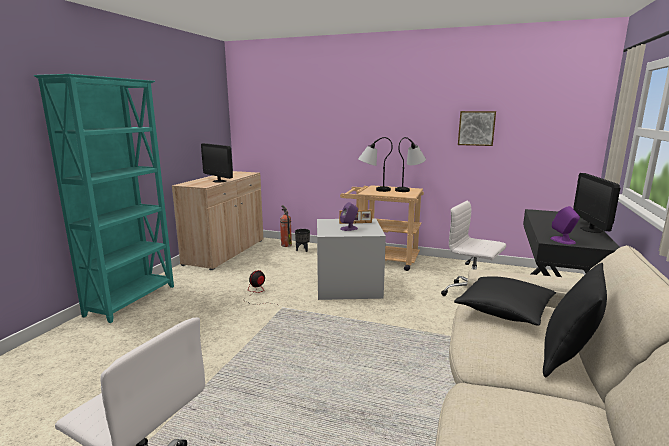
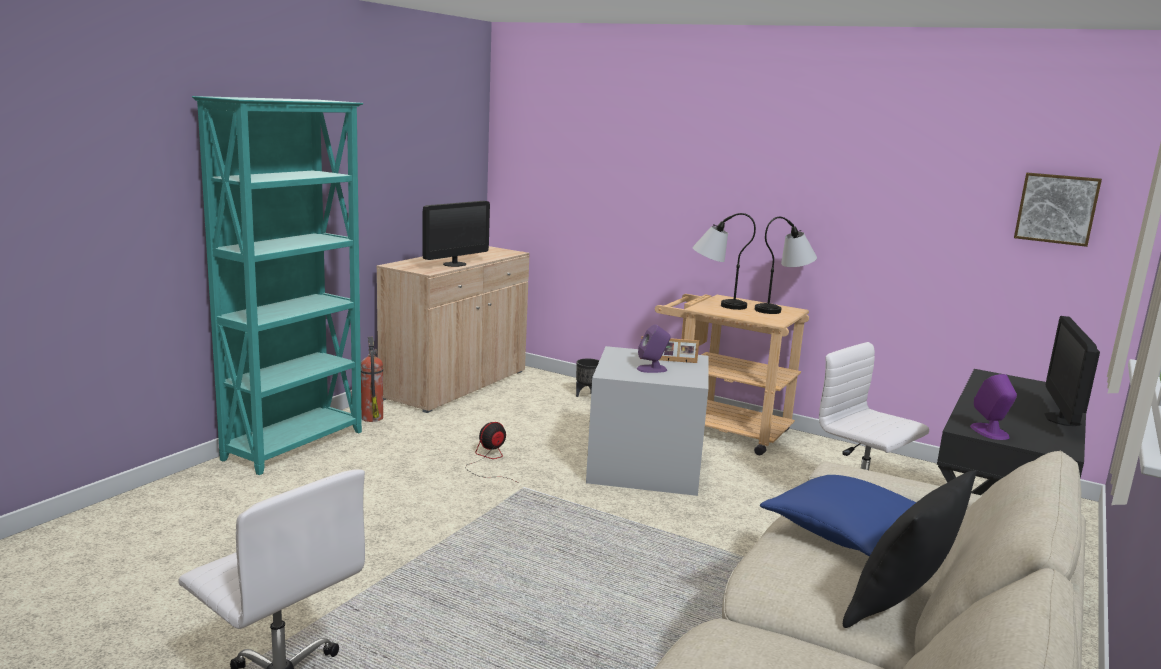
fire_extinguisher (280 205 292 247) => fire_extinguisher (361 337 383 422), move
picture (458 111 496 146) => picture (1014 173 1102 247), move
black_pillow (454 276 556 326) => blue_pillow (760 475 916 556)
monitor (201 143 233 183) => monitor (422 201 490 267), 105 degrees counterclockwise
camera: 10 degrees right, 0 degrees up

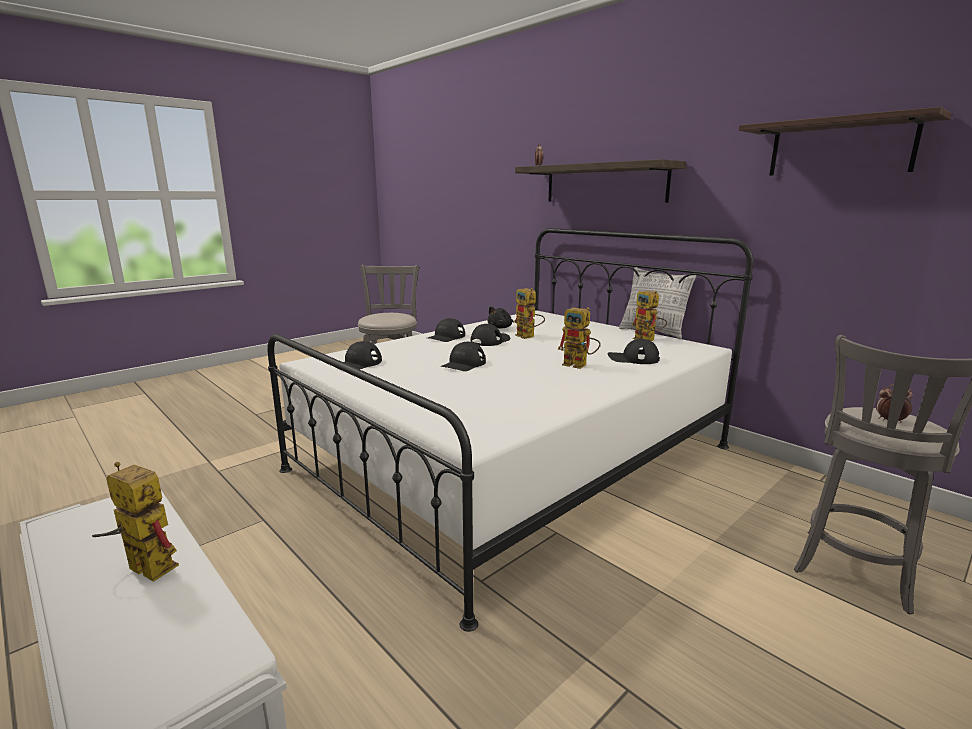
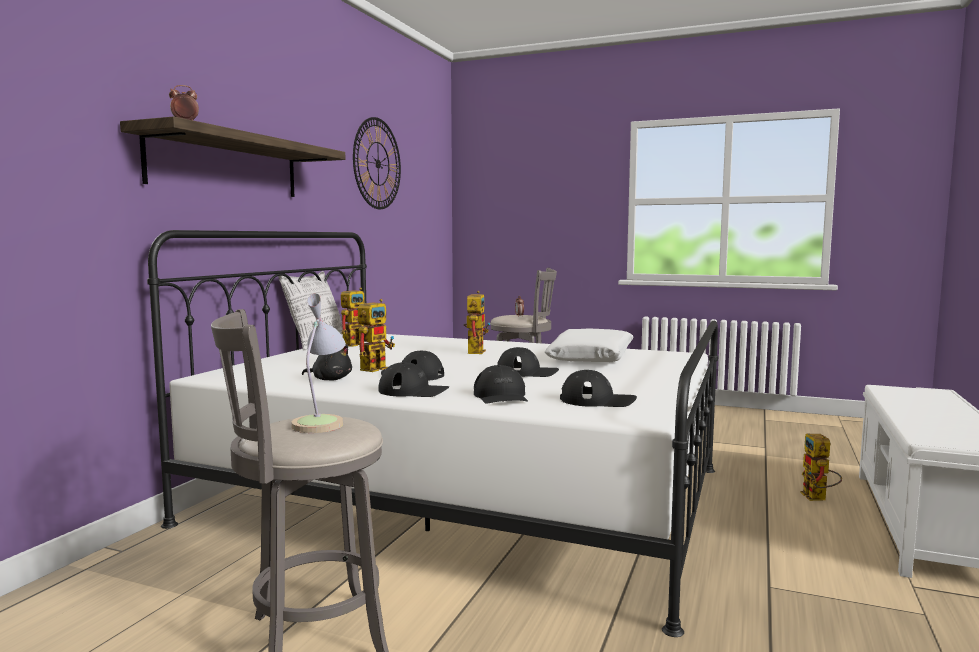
nothing => table_lamp (291 293 346 433)
nothing => white_pillow (545 329 634 362)
toy_robot (92 462 179 582) => toy_robot (800 434 842 501), move
black_cap (608 339 660 364) => black_cap (474 365 528 404), move
shelf (739 107 951 176) => wall_clock (353 117 401 209)
camera: 115 degrees left, 10 degrees down

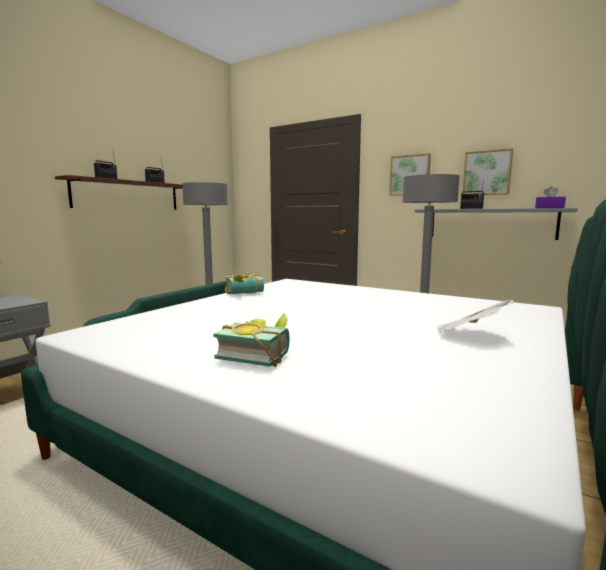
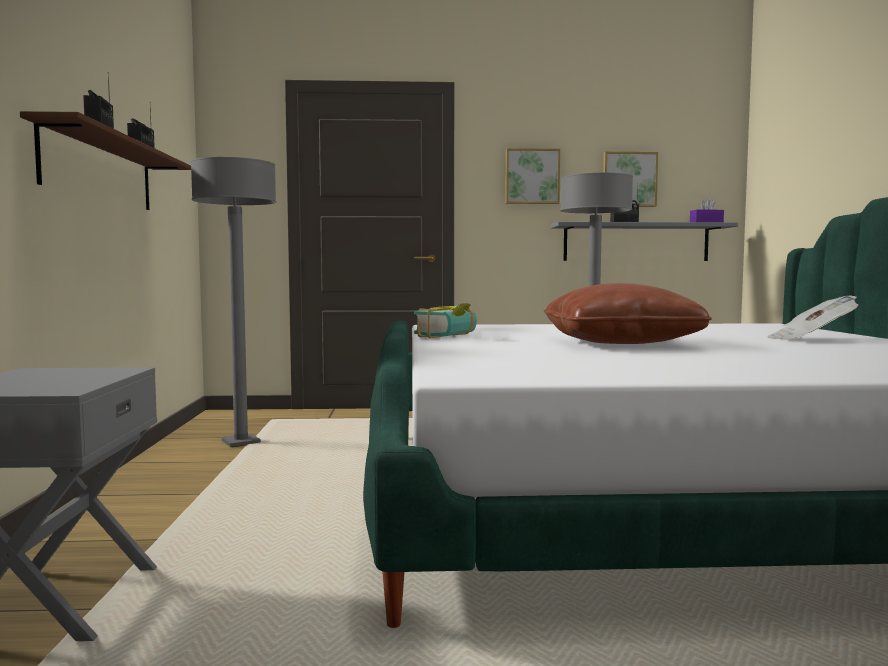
book (213 313 290 367) => nothing
nothing => brown_pillow (544 283 712 344)
camera: 35 degrees left, 5 degrees down

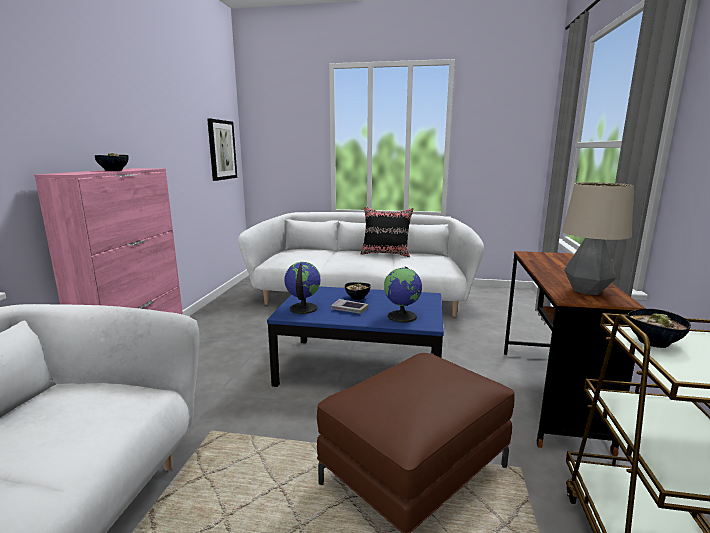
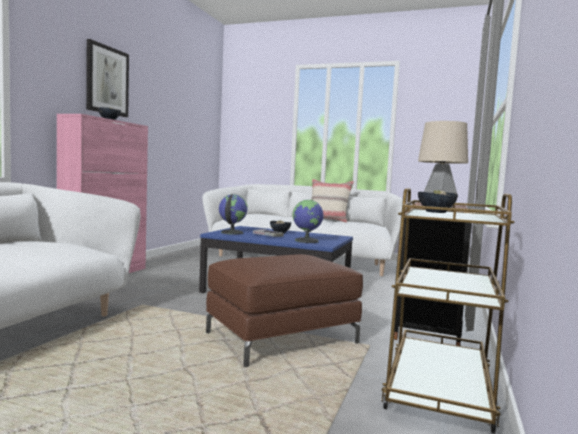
picture (207 119 237 181) => picture (86 39 129 117), move
black_pillow (361 207 413 257) => beige_pillow (311 179 354 223)
camera: 10 degrees right, 10 degrees down

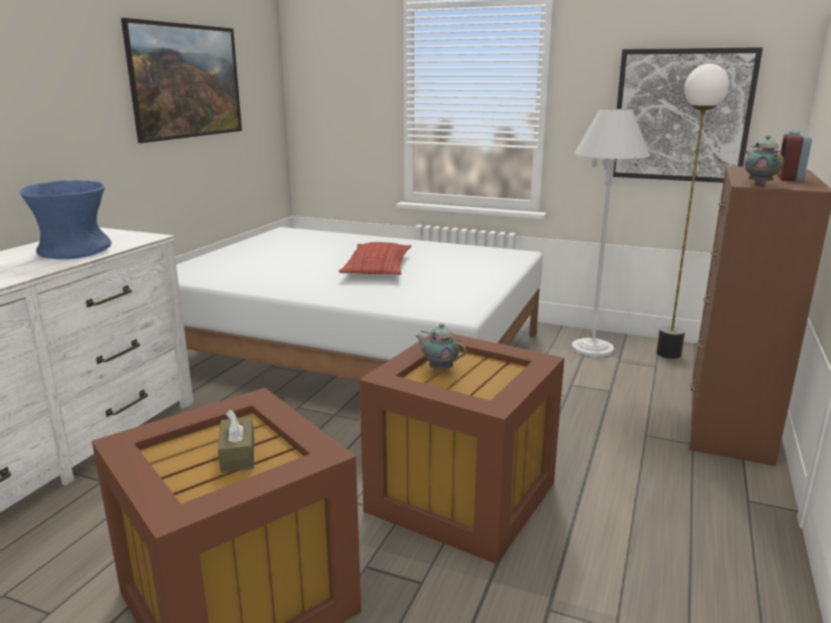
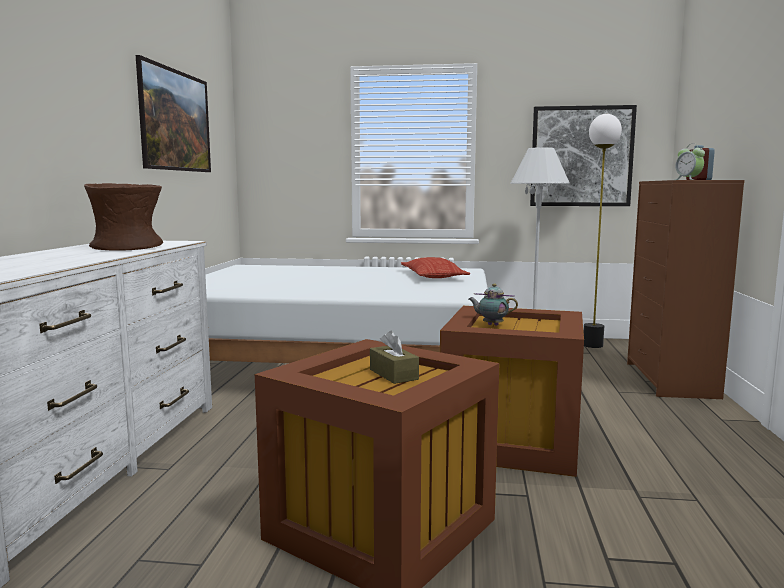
pillow (339 242 411 275) => pillow (401 257 470 278), move
teapot (745 135 783 185) => alarm_clock (675 144 705 180)
blue_vase (20 180 112 259) => brown_vase (84 183 163 251)
camera: 15 degrees left, 10 degrees down

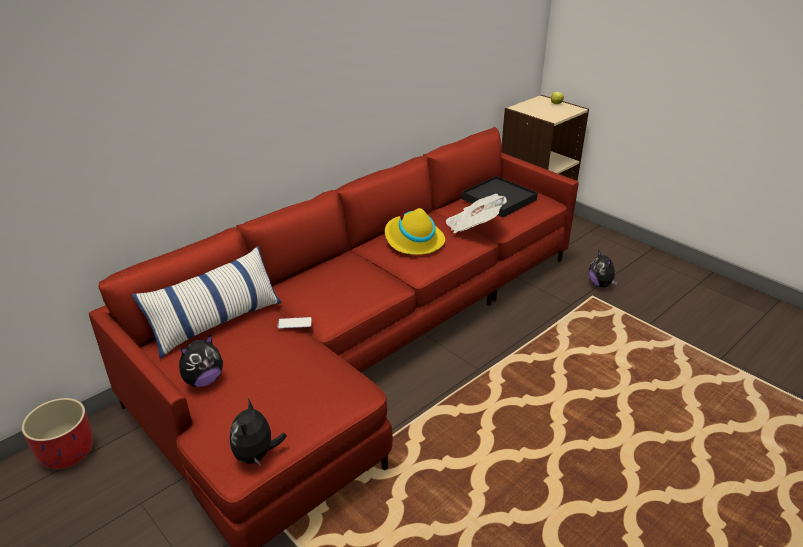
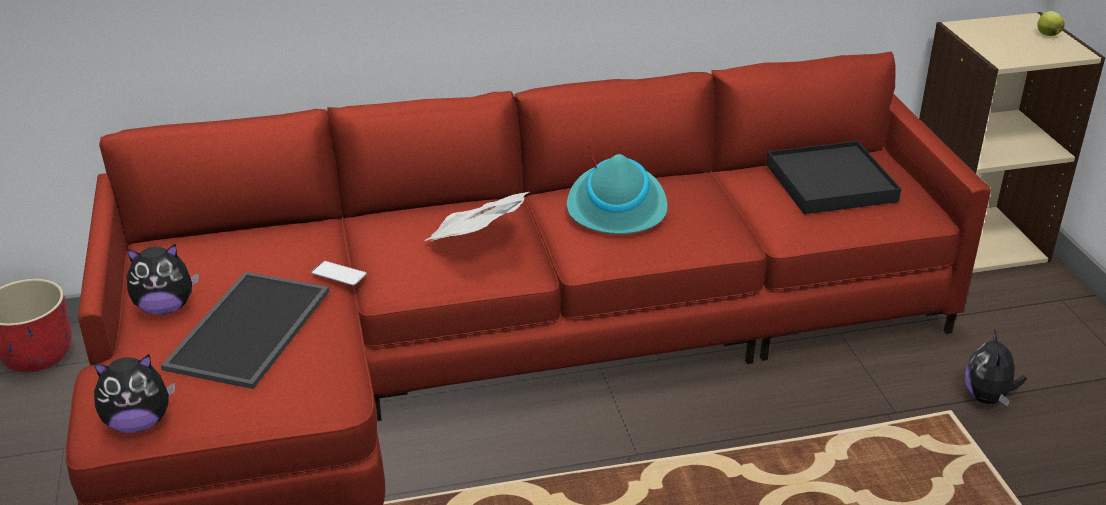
pillow (132 246 282 359) => nothing
nothing => tray (161 272 330 389)
newspaper (446 194 507 233) => newspaper (425 192 529 241), move
yellow_hat (385 208 445 255) => turquoise_hat (567 144 668 234)
plush_toy (230 399 287 466) => plush_toy (93 354 175 433), 135 degrees counterclockwise
camera: 30 degrees right, 0 degrees up

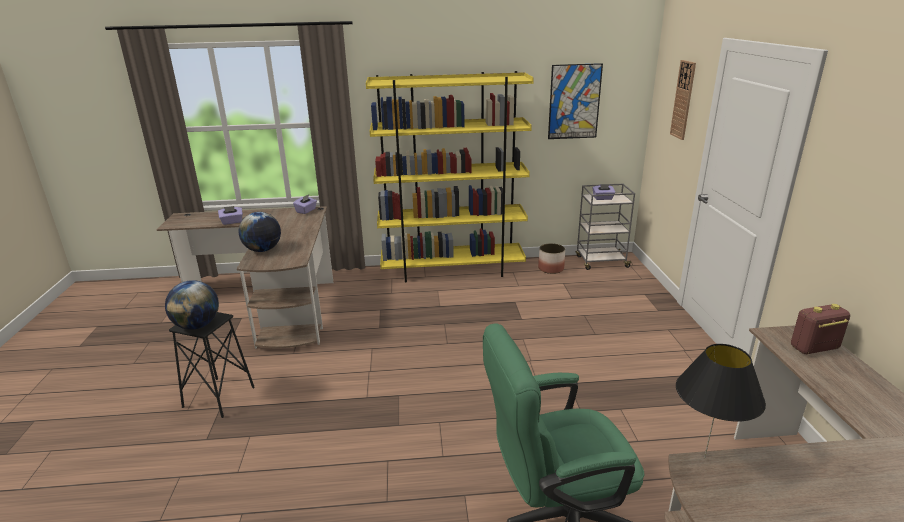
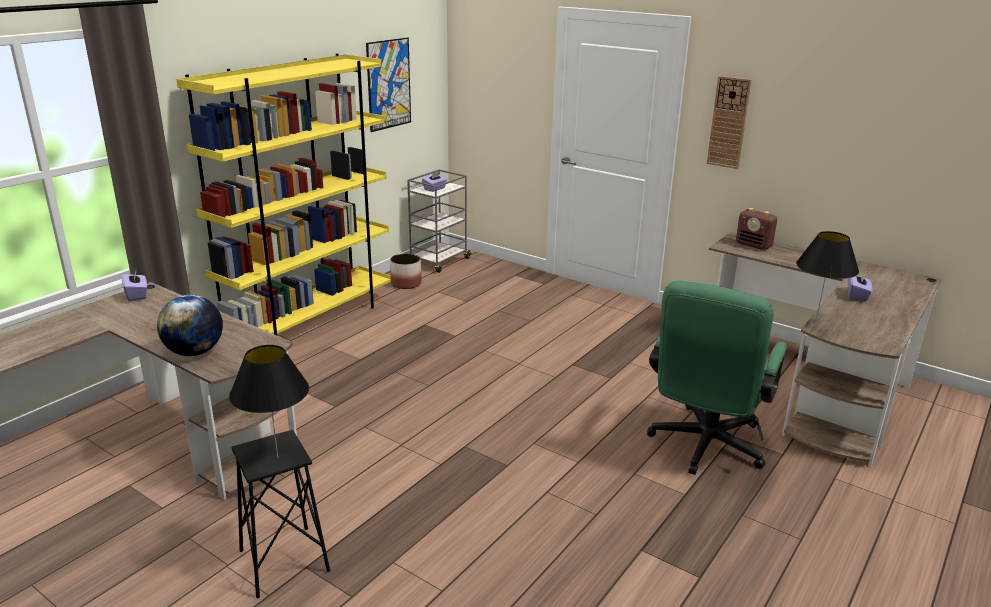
purple_tissue_box (218 206 243 225) => purple_tissue_box (848 272 872 302), move
wall_clock (670 60 696 140) => wall_clock (707 76 752 169), move
globe (165 280 219 330) => black_table_lamp (229 345 309 458)
radio (791 304 850 354) => radio (736 208 777 250), 75 degrees counterclockwise
camera: 50 degrees left, 0 degrees up

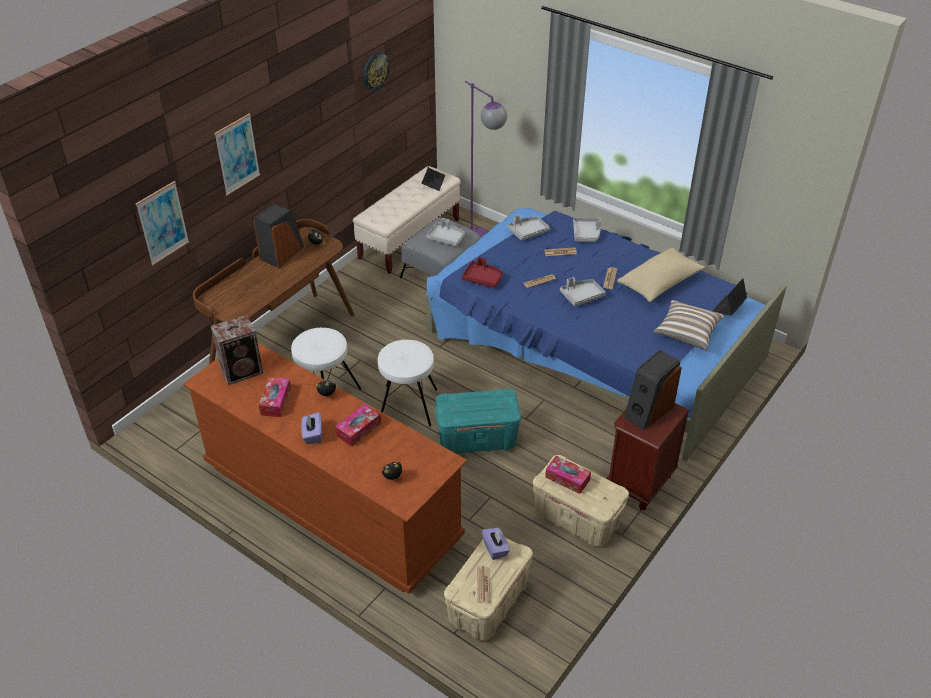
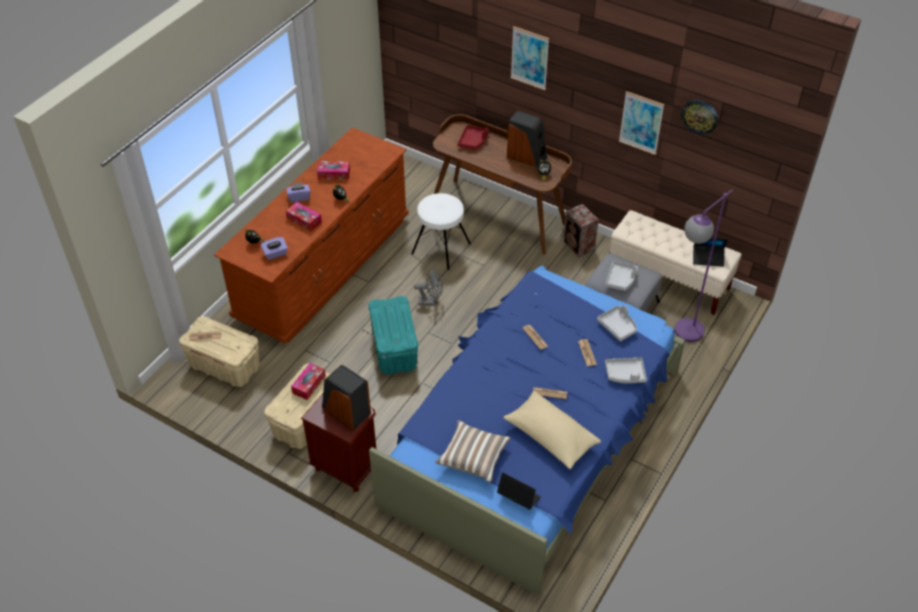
grey_tray (560 277 606 306) => nothing
picture (136 181 189 265) => picture (619 91 664 155), move
speaker (211 315 263 385) => speaker (563 204 599 257), move
red_tray (462 257 503 288) => red_tray (457 125 489 150), move
purple_tissue_box (482 528 510 560) => purple_tissue_box (260 237 288 260), move
white_stool (378 339 437 427) => grey_fan (414 269 443 305)
camera: 85 degrees right, 5 degrees up

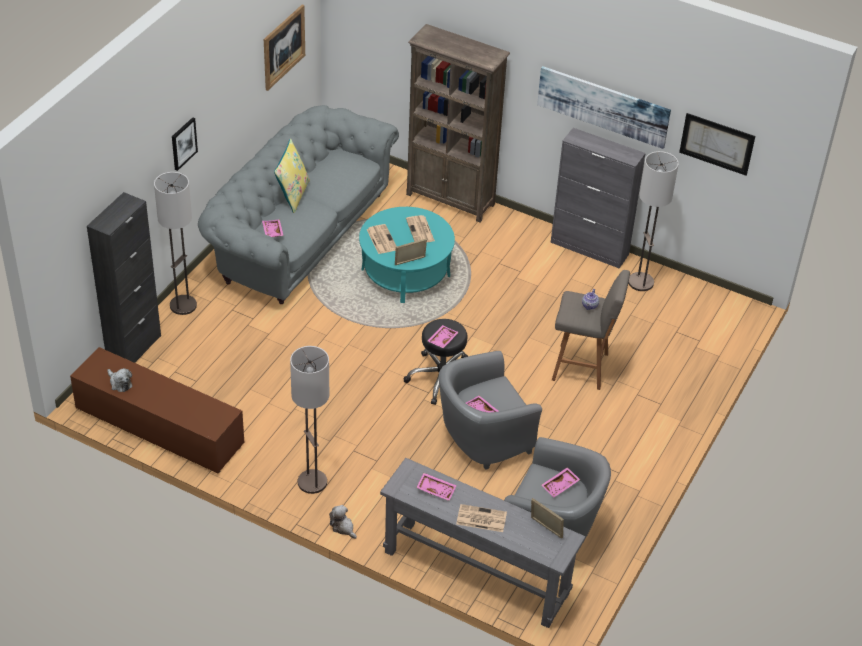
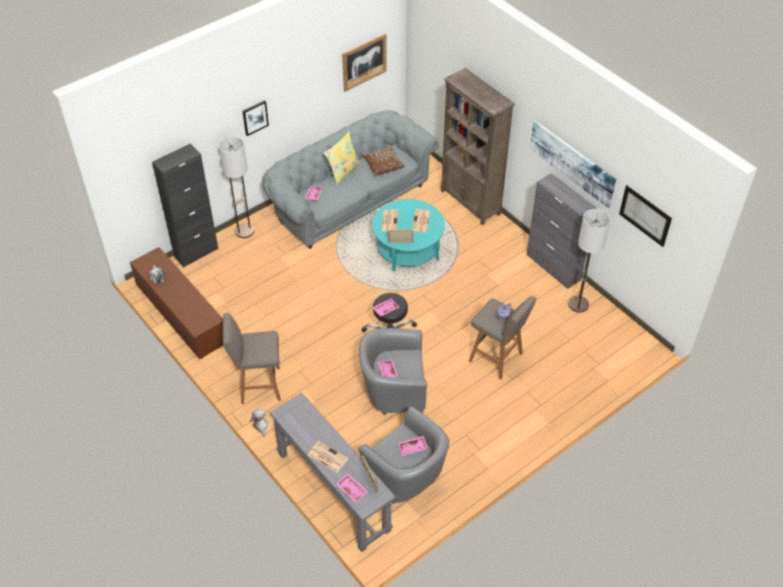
nothing => brown_pillow (362 146 405 176)
pink_tray (416 473 456 501) => pink_tray (336 473 368 503), move
floor_lamp (290 346 329 494) => grey_stool (223 313 281 404)
camera: 25 degrees right, 5 degrees up

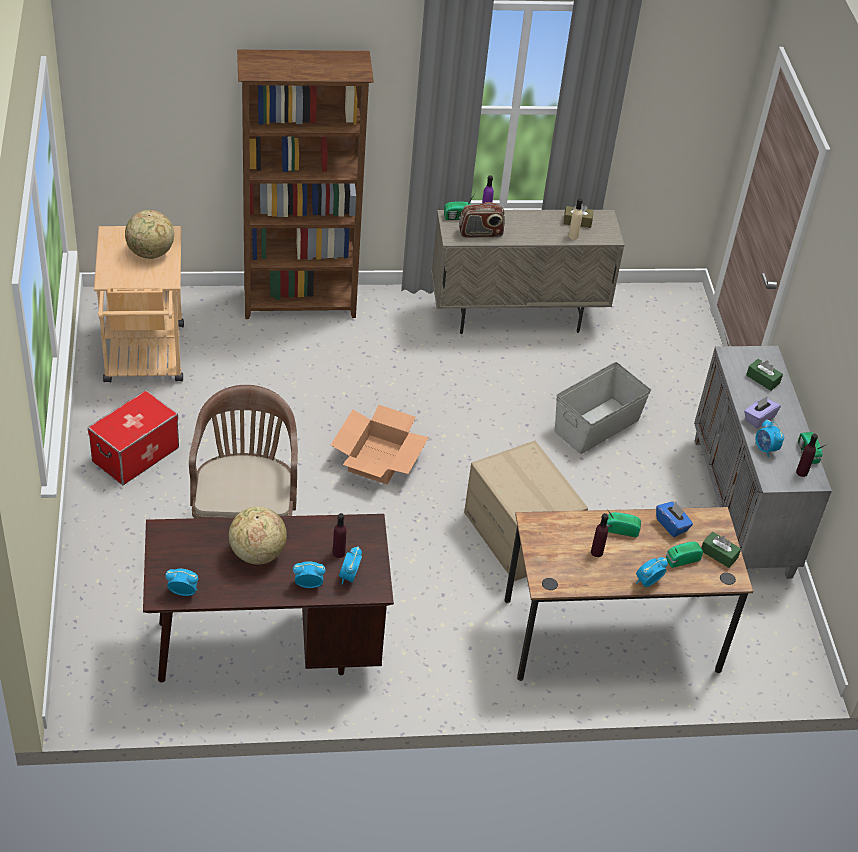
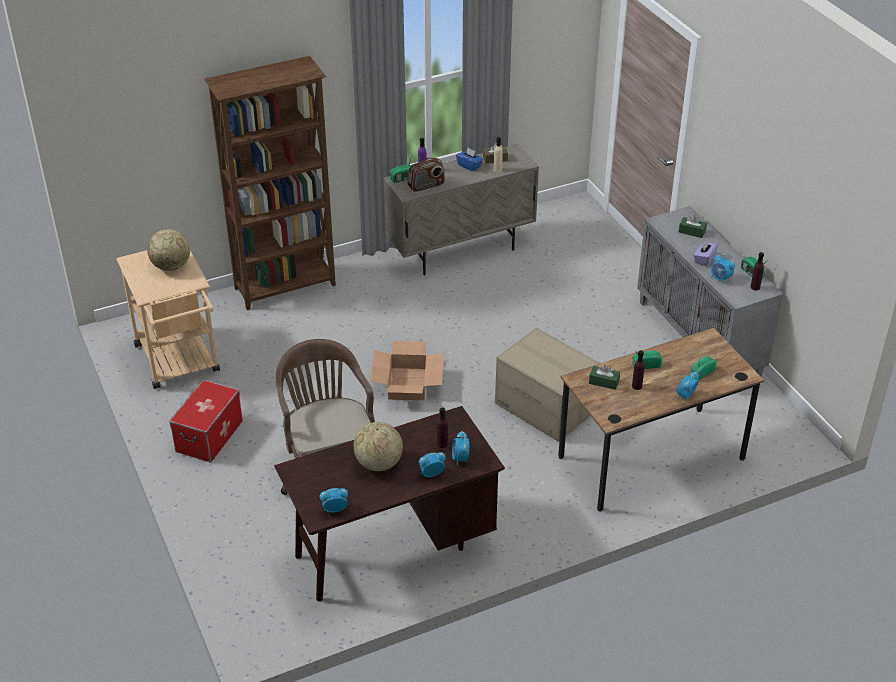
grey_storage_box (555 362 651 454) => nothing
blue_tissue_box (656 502 693 537) => blue_tissue_box (456 148 483 171), move
green_tissue_box (701 532 741 568) => green_tissue_box (589 365 620 390), move
camera: 15 degrees left, 5 degrees down

